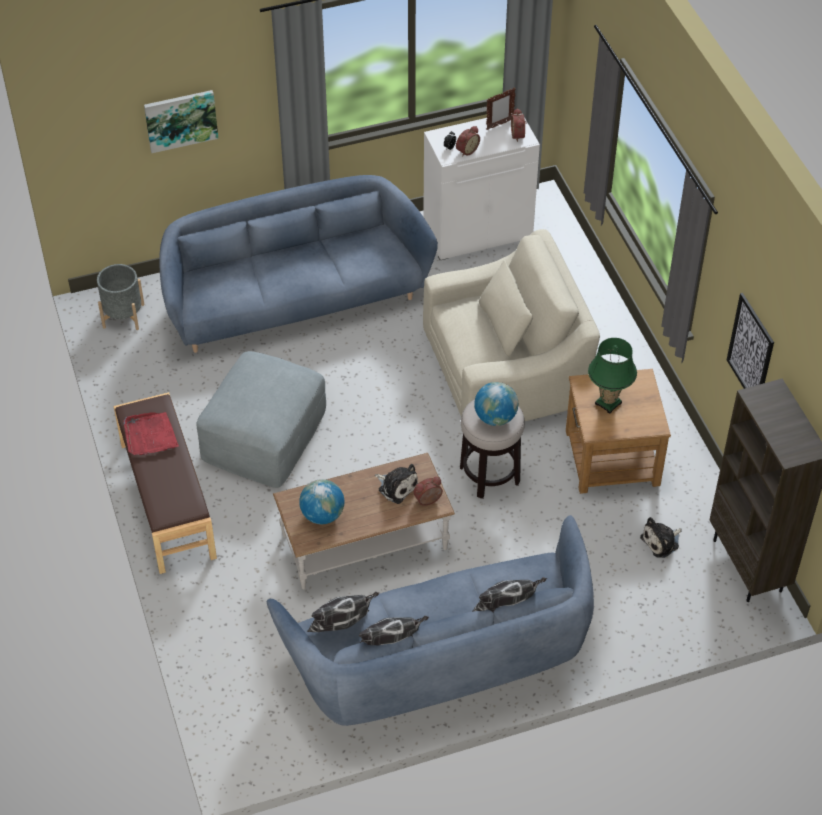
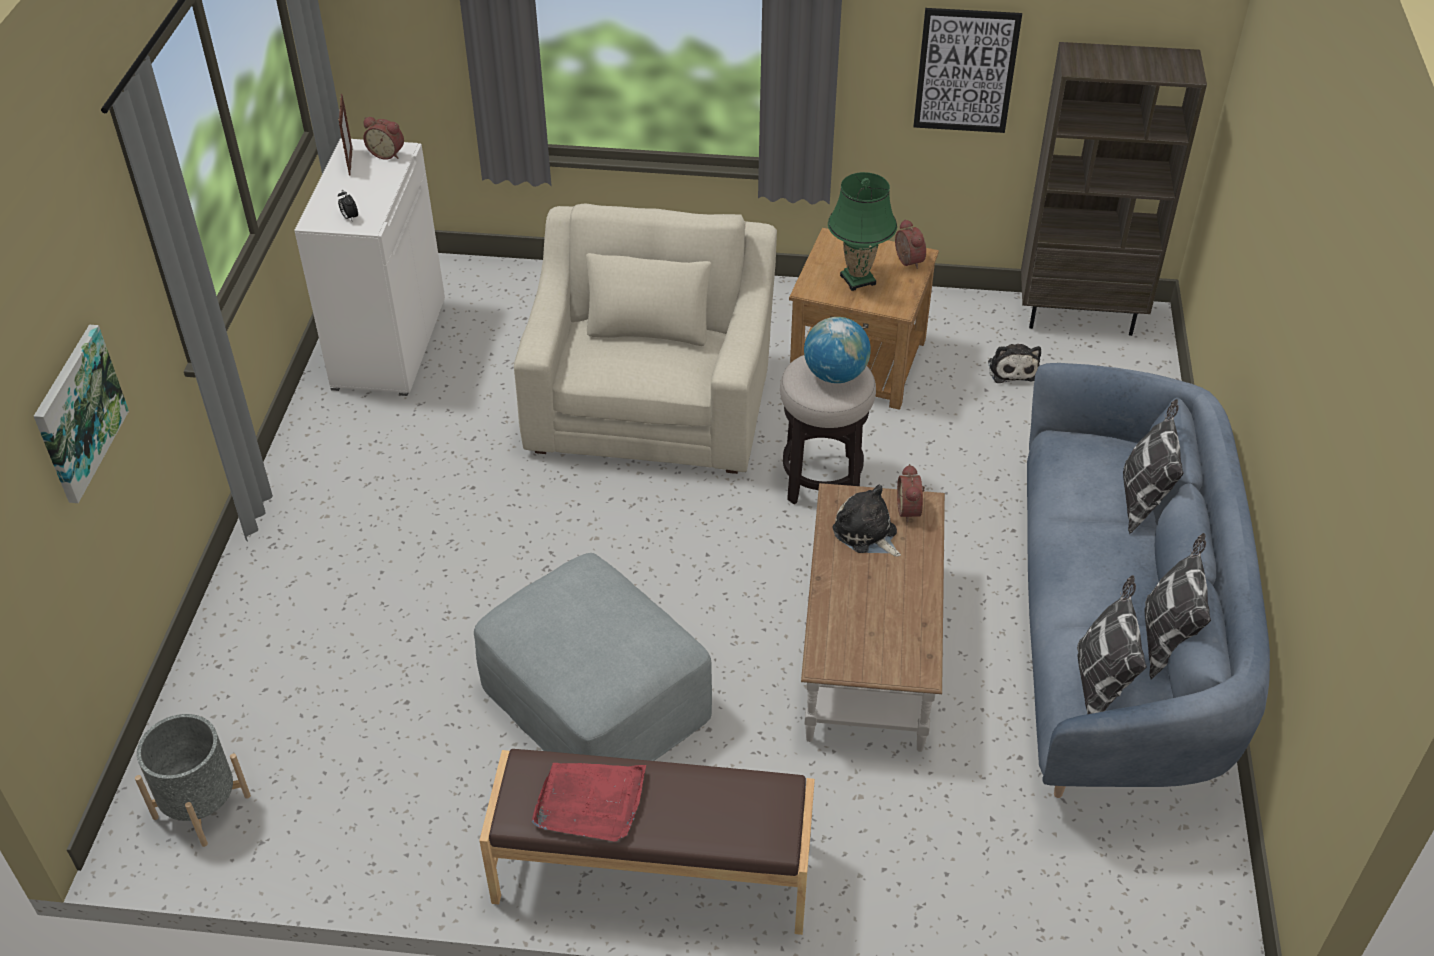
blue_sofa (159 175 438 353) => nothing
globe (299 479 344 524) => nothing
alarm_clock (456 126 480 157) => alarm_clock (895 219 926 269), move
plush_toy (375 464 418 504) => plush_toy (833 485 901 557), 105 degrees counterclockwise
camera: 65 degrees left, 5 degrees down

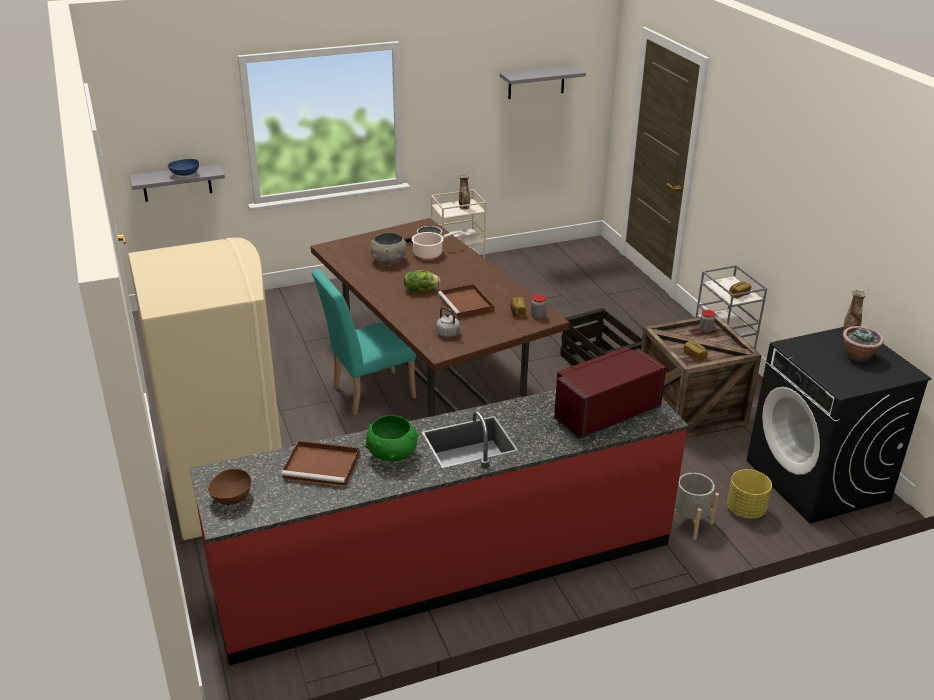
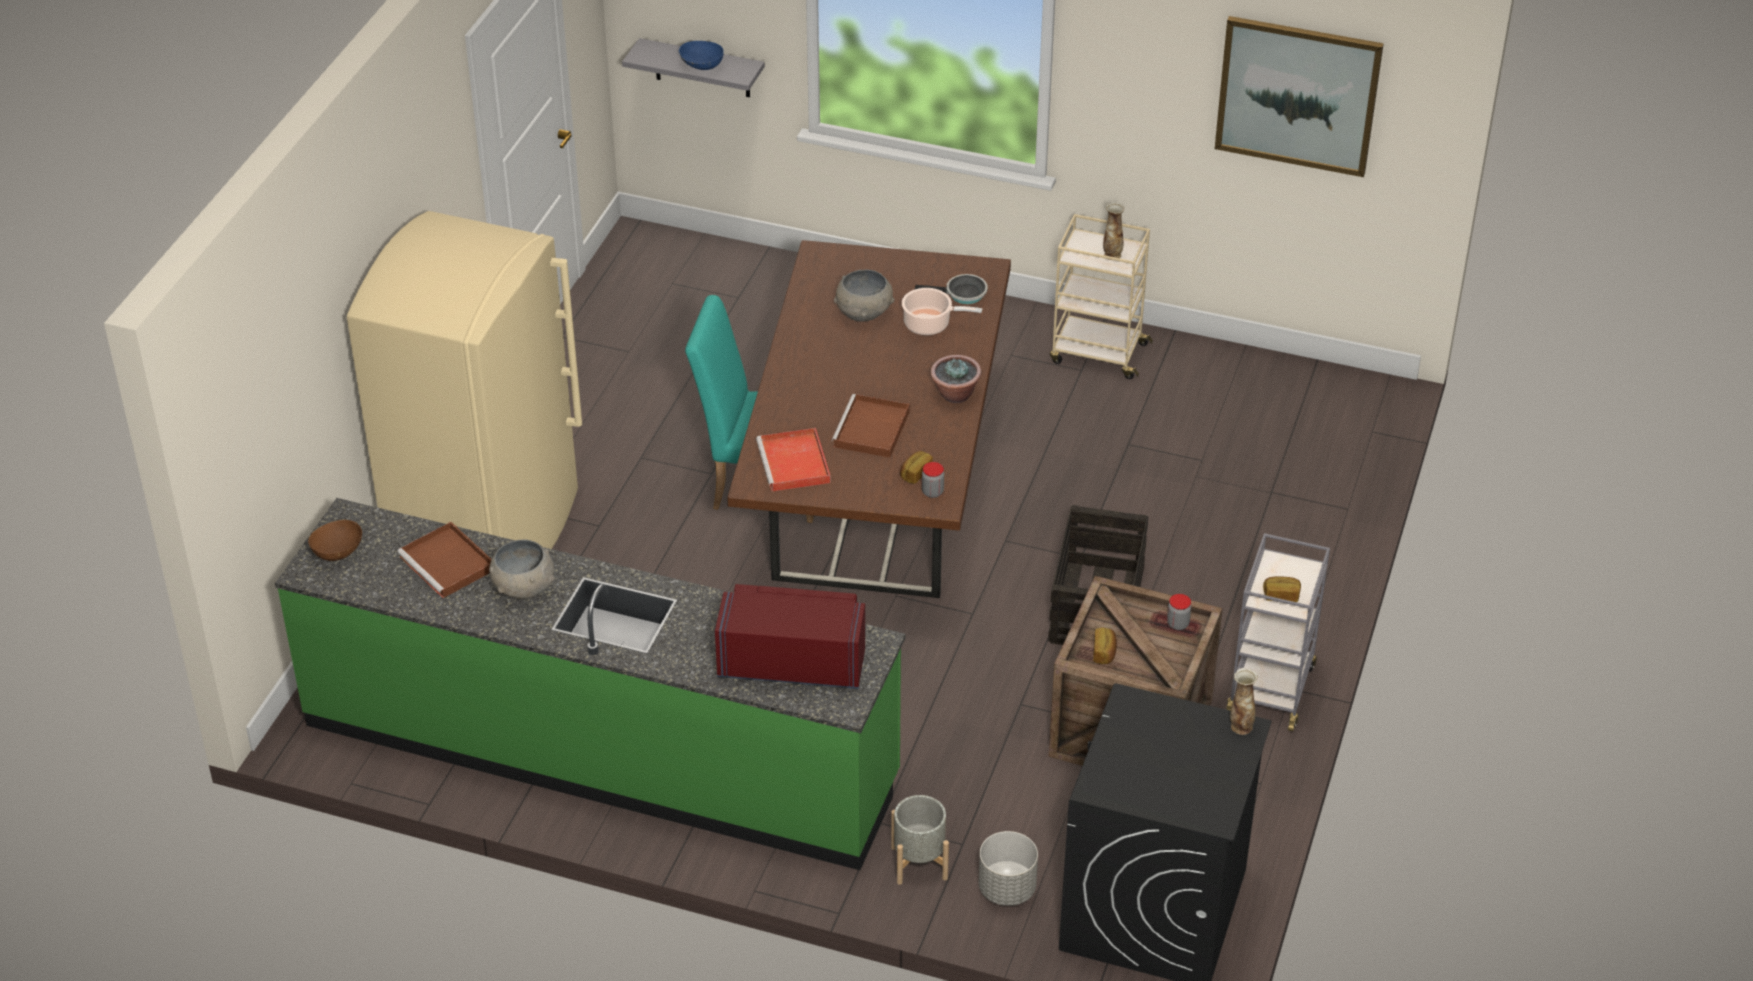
lettuce (404 270 441 292) => nothing
potted_plant (843 326 884 362) => potted_plant (931 355 981 403), move
grey_kettle (436 307 462 337) => red_tray (756 428 831 491)
grey_shelf (500 65 586 99) => picture (1215 16 1384 177)
red_counter (189 390 689 666) => green_counter (275 498 906 870)
green_bowl (365 415 419 462) => grey_bowl (489 539 555 599)
yellow_planter (727 469 772 519) => grey_planter (979 831 1038 906)
camera: 40 degrees right, 10 degrees up

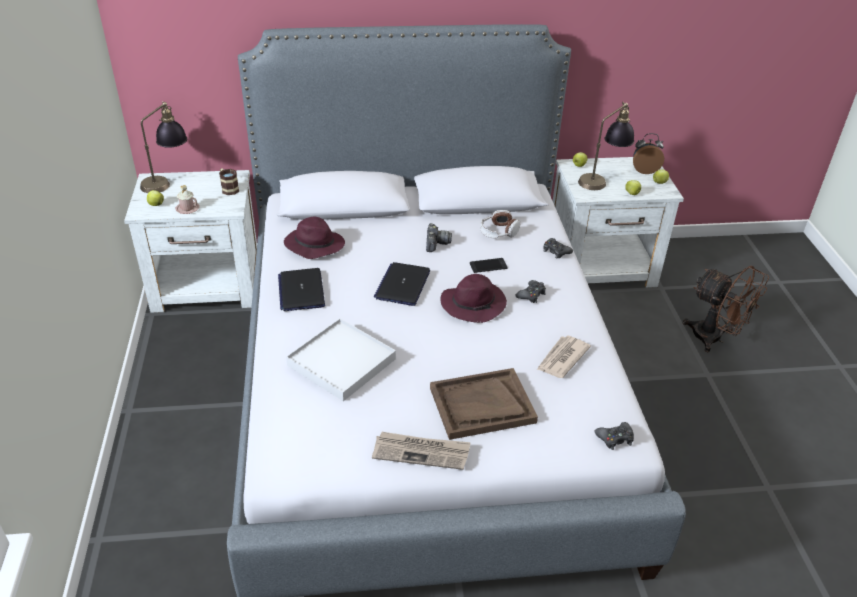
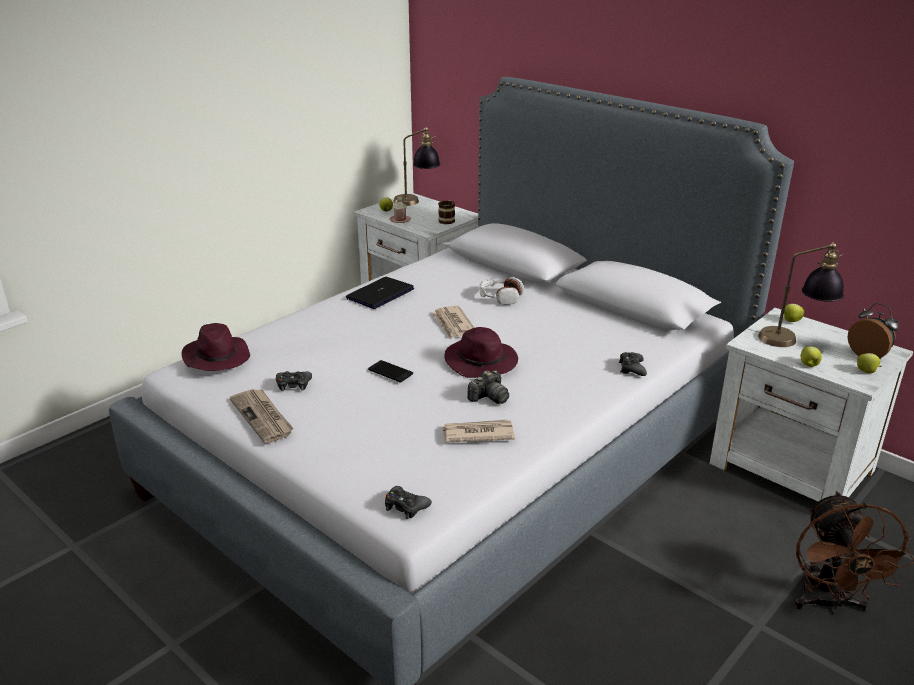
white_tray (286 318 396 401) => nothing
brown_tray (430 368 538 440) => nothing
purple_hat (284 217 345 259) => purple_hat (181 323 250 371), move
photo_camera (426 223 452 252) => photo_camera (467 370 509 404), move
phone (470 258 508 273) => phone (368 360 413 382), move
headphones (480 210 520 239) => headphones (480 277 524 305), move
black_game_controller (515 280 546 303) => black_game_controller (276 371 312 391), move
laptop (374 262 430 306) => newspaper (432 306 474 339)
camera: 50 degrees right, 10 degrees down

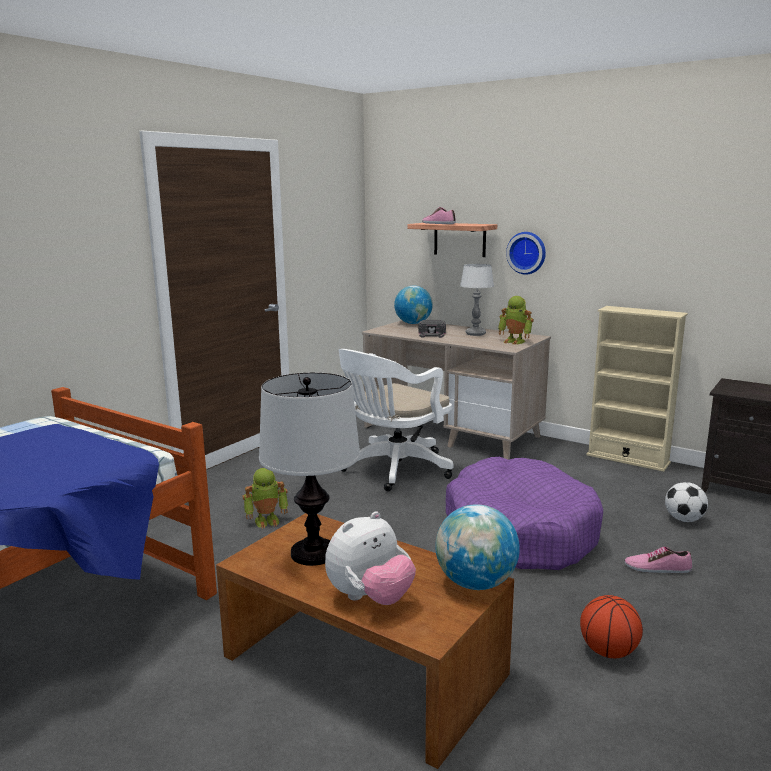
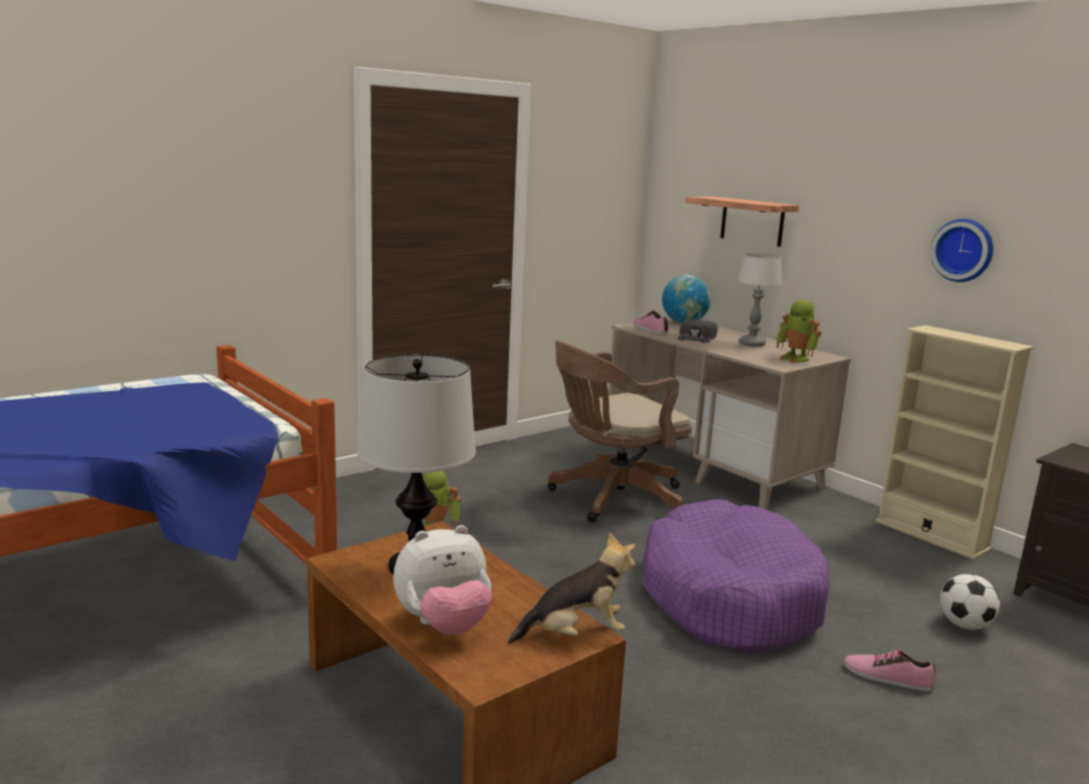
basketball (580 595 643 658) => nothing
shoe (422 207 456 224) => shoe (633 311 669 335), move
wall_clock (506 232 546 274) => wall_clock (931 219 993 282), move
globe (435 504 520 590) => plush_toy (508 533 635 644)
white_office_chair (339 349 453 491) => brown_office_chair (547 341 692 523)
camera: 15 degrees right, 0 degrees up

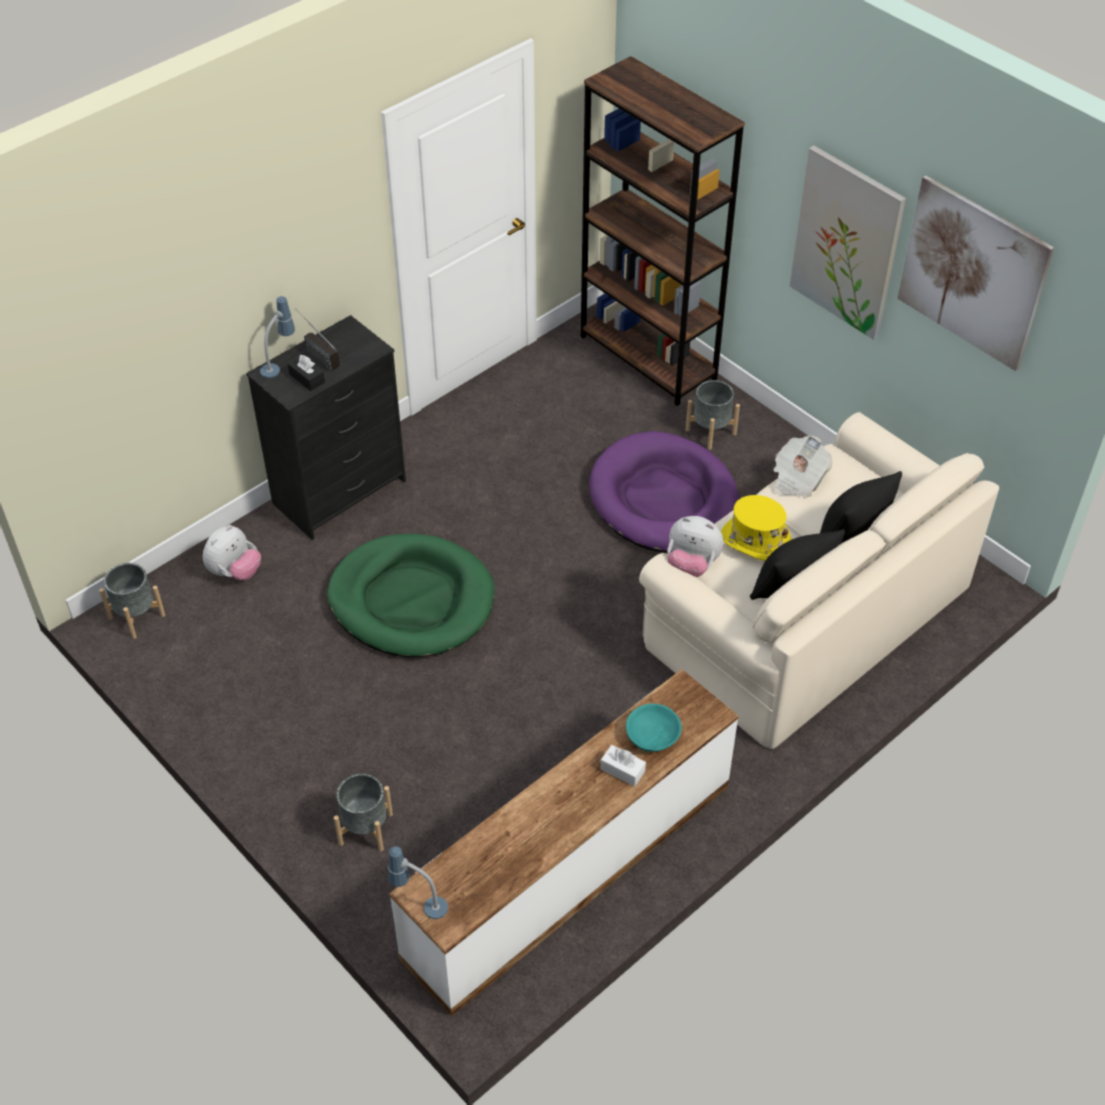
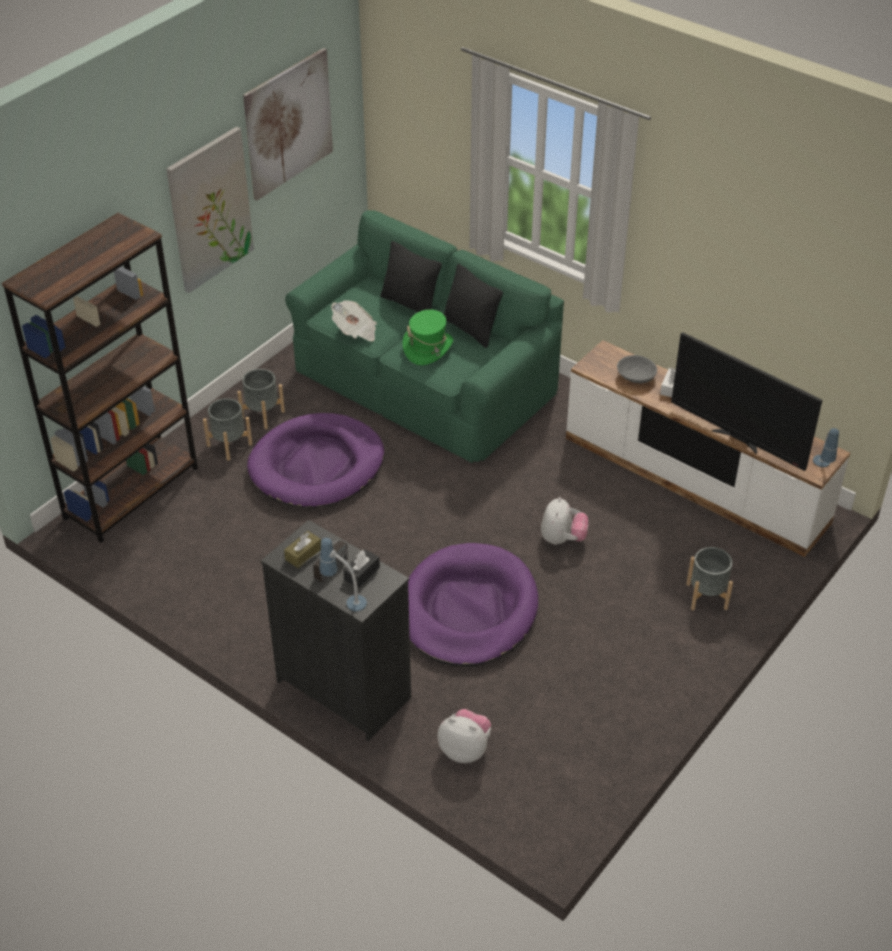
nothing => brown_tissue_box (284 531 321 568)
nothing => television (671 332 822 471)
grey_planter (99 563 165 639) => grey_planter (237 369 285 429), move
plush_toy (667 516 724 577) => plush_toy (541 497 589 545), move
green_dog_bed (327 534 494 657) => purple_dog_bed (408 543 538 667)
turquoise_bowl (626 704 682 752) => grey_bowl (617 355 657 383)
beige_sofa (639 412 999 749) => green_sofa (285 210 564 463)
yellow_hat (721 495 792 561) => green_hat (402 309 453 365)
camera: 100 degrees left, 5 degrees down

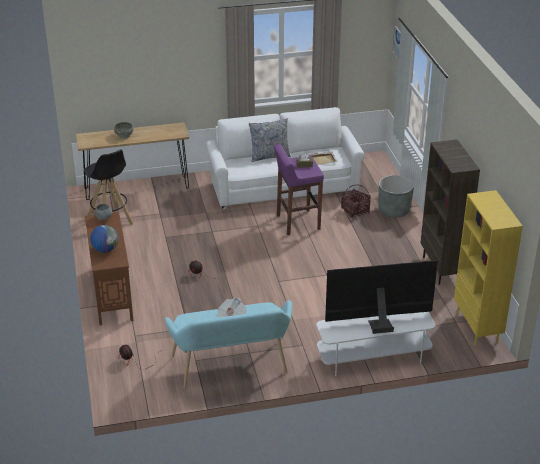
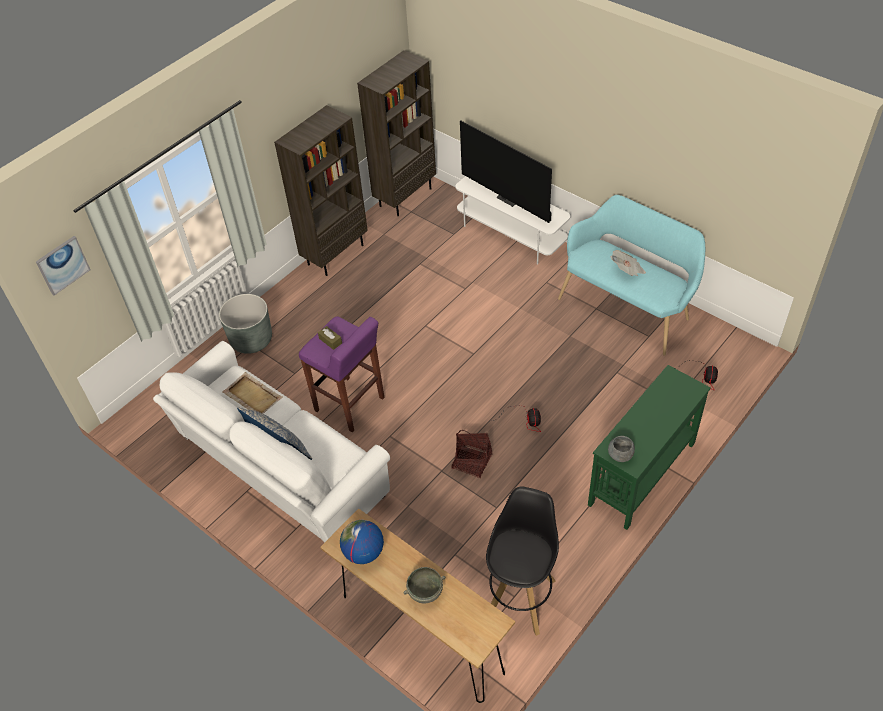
globe (90 225 118 253) => globe (340 520 384 564), move
basket (341 184 370 218) => basket (451 430 492 478), move
brown_console_table (85 212 133 325) => green_console_table (588 365 711 530)
yellow_bookcase (454 190 523 346) => brown_bookcase (357 50 436 216)
camera: 125 degrees left, 15 degrees up

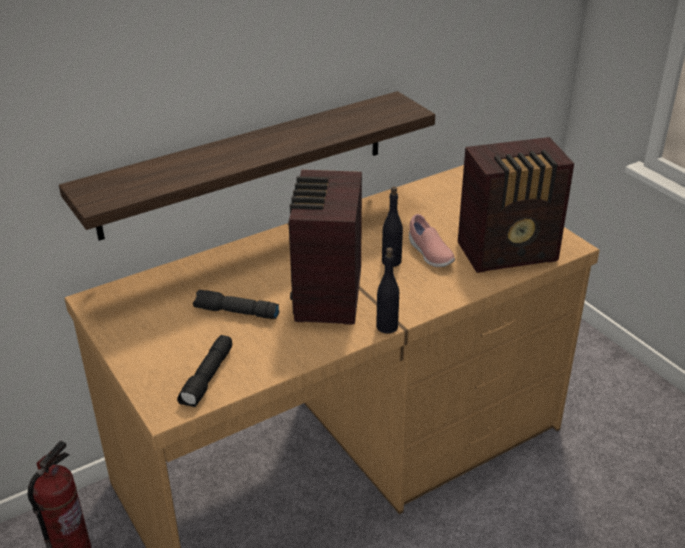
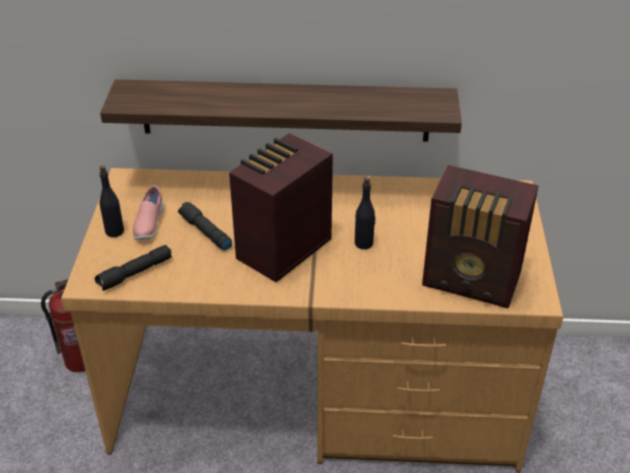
black_bottle (376 248 399 334) => black_bottle (99 165 124 237), move
pink_shoe (409 214 455 267) => pink_shoe (133 185 164 240), move
camera: 35 degrees right, 5 degrees up

